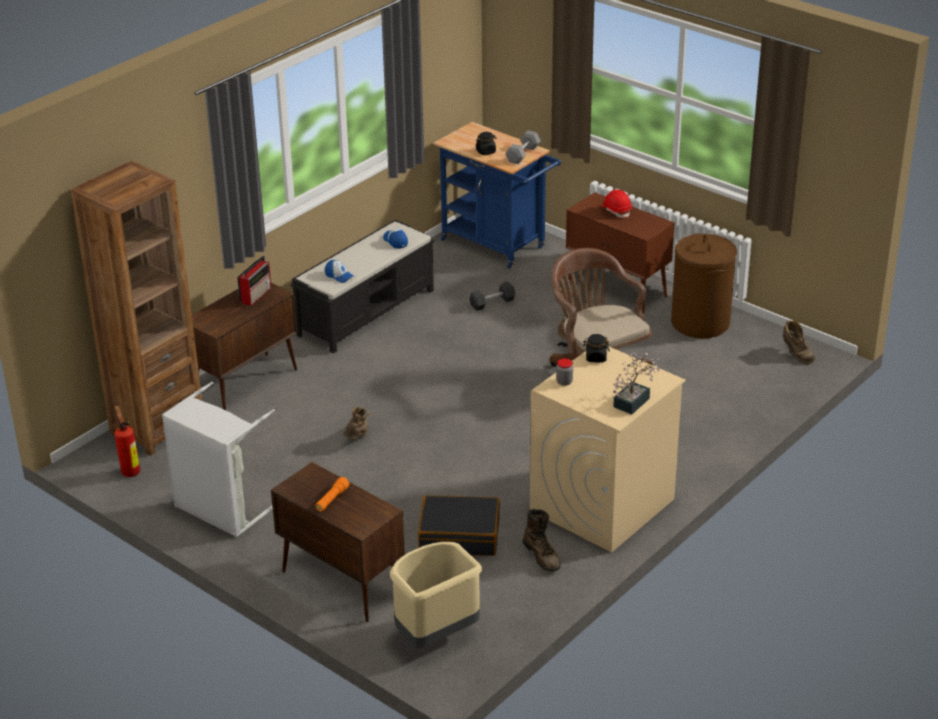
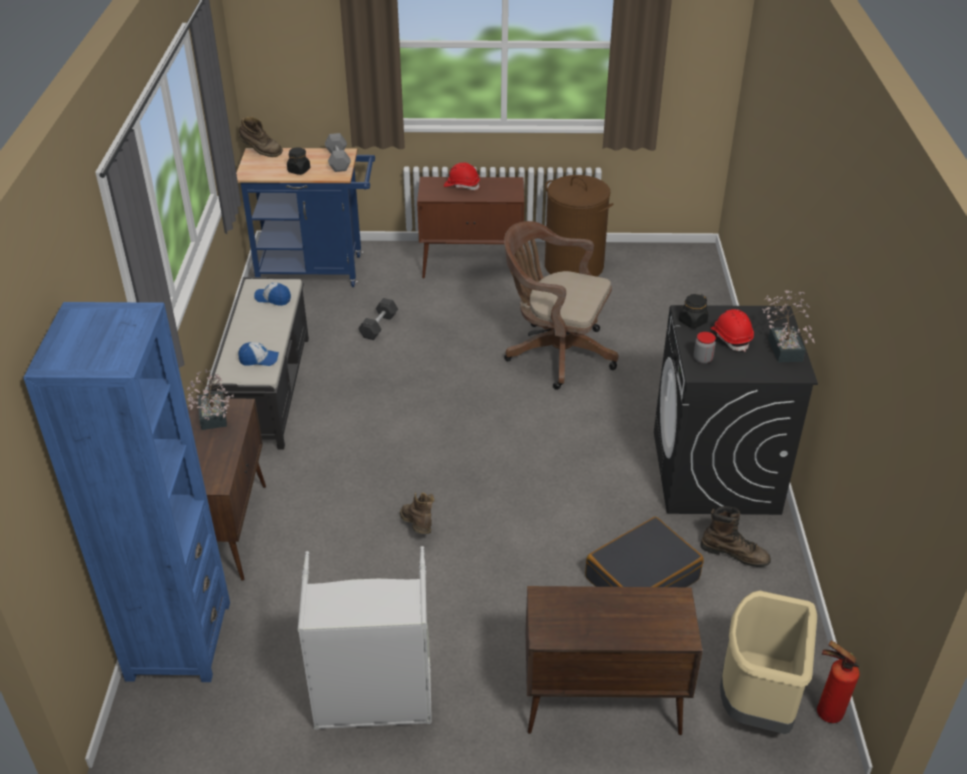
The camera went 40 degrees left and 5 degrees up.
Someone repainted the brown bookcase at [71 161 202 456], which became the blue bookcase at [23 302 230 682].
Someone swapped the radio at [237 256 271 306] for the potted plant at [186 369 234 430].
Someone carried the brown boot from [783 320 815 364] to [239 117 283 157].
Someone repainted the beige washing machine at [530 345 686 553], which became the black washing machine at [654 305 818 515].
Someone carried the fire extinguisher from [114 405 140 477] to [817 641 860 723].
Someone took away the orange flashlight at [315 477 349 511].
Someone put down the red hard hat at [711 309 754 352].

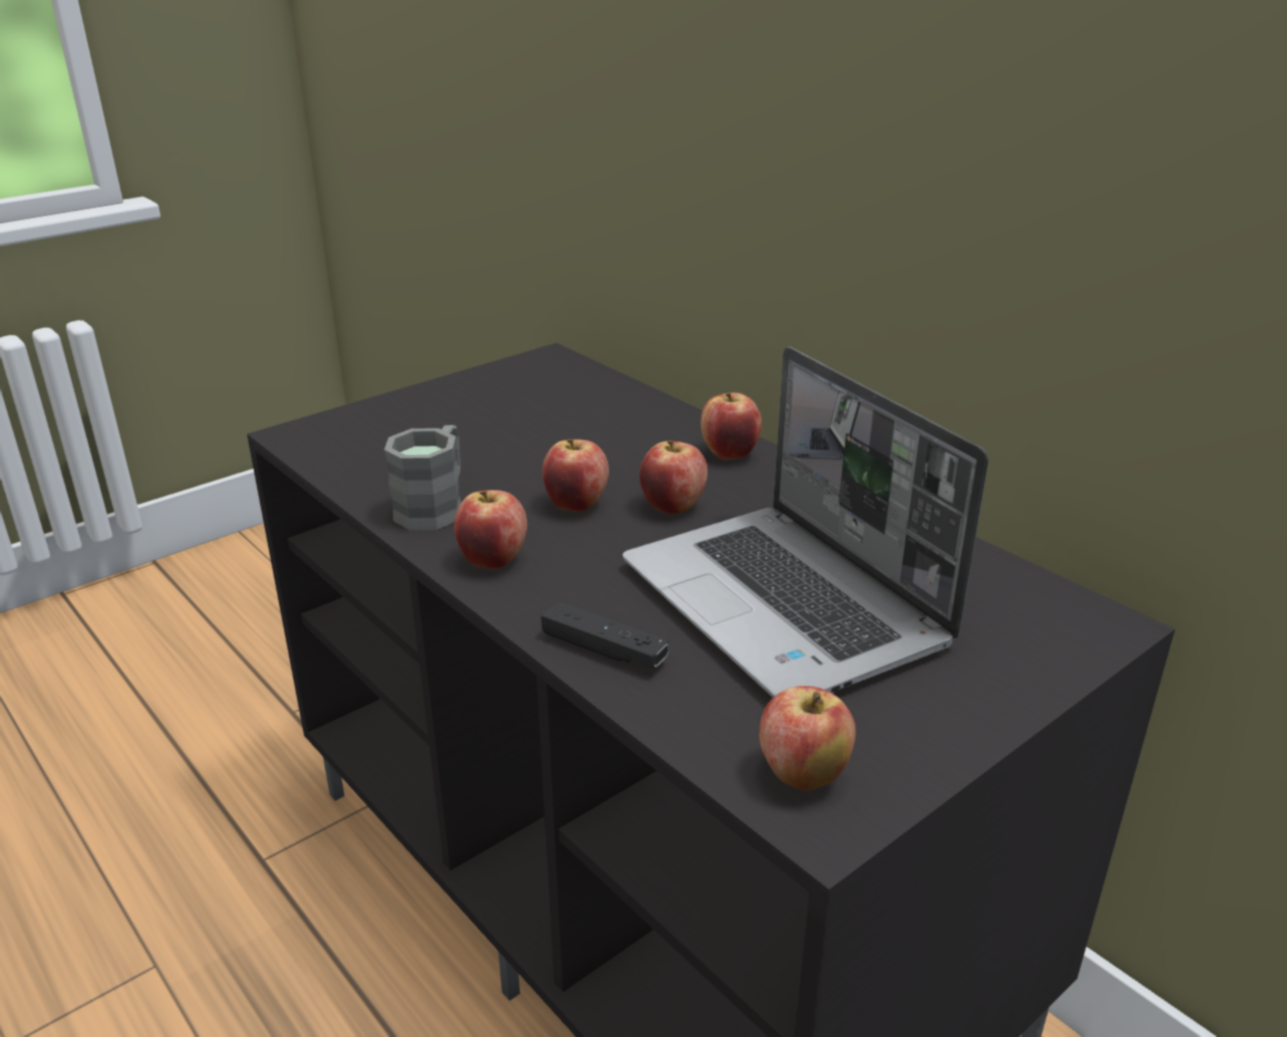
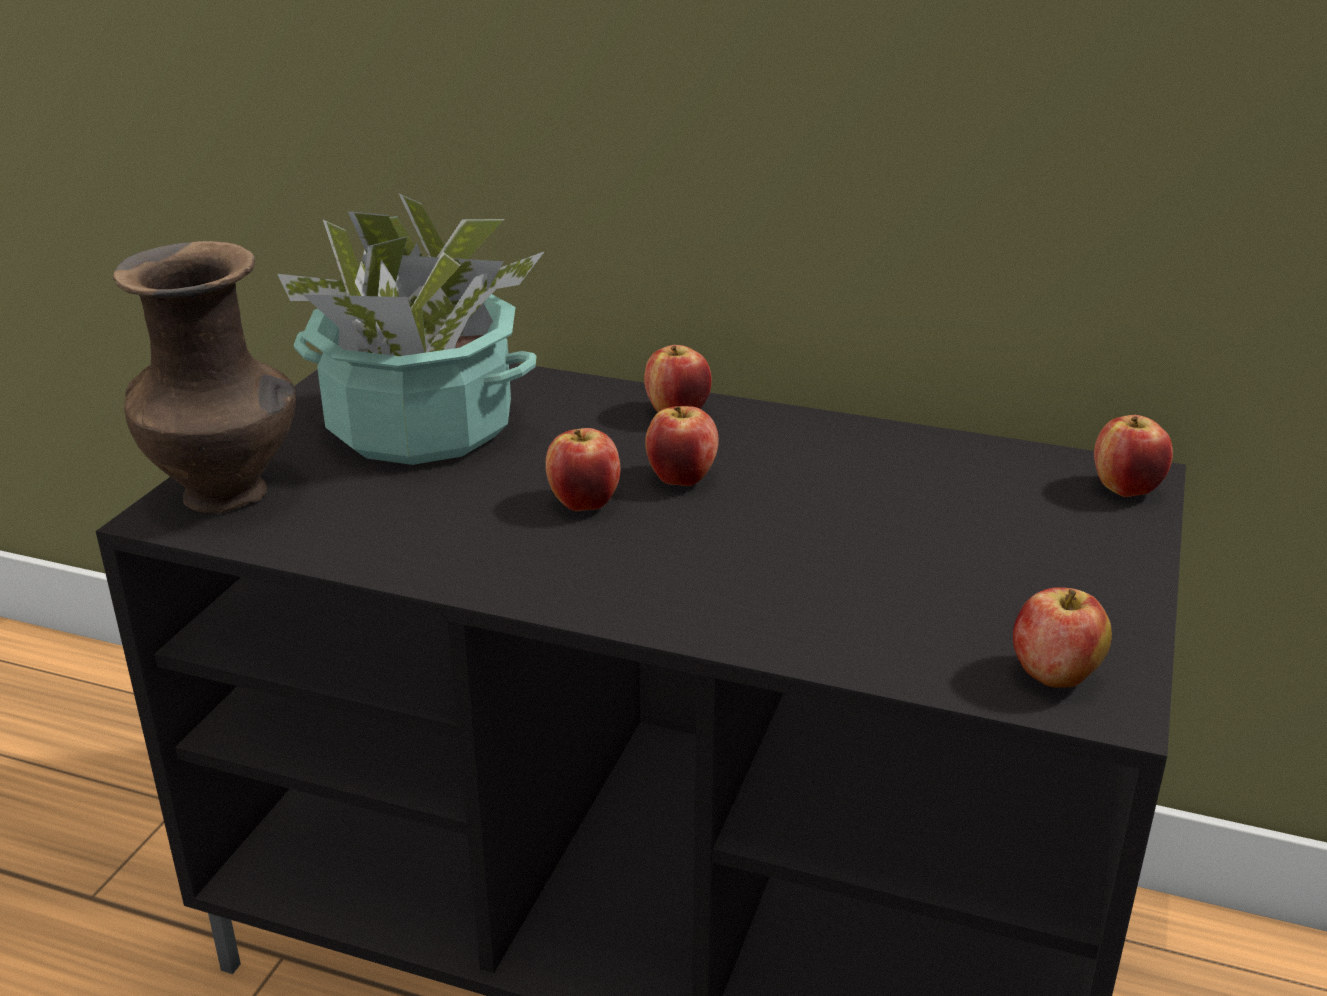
The camera went 30 degrees left and 0 degrees up.
Someone took away the laptop at [623 347 988 697].
Someone took away the grey mug at [384 425 461 530].
Someone carried the apple from [454 490 527 569] to [1094 415 1173 497].
Someone took away the black game controller at [541 601 668 669].
Someone put down the potted plant at [278 194 545 465].
Someone put down the brown vase at [113 241 296 513].

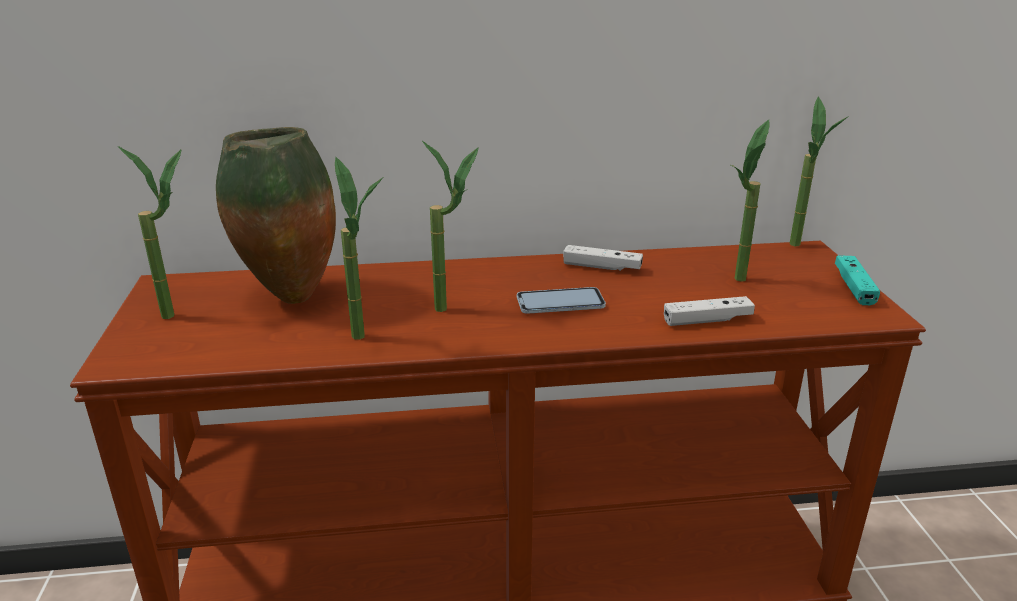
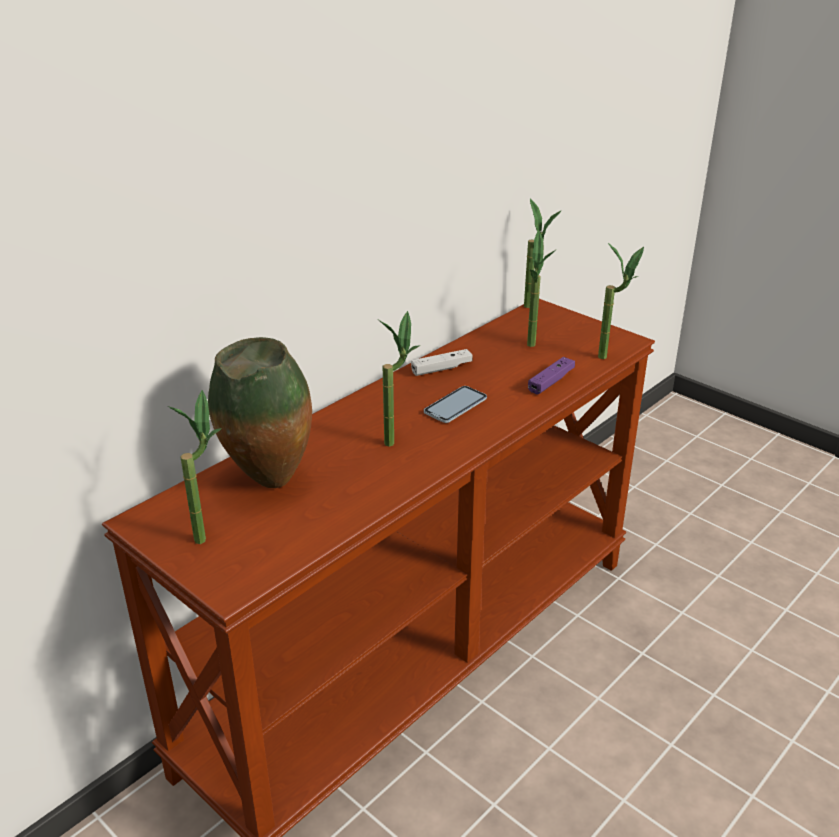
The camera went 40 degrees left and 5 degrees up.
Someone carried the potted plant from [335 157 383 340] to [598 242 644 359].
Someone took away the turquoise game controller at [835 255 880 305].
Someone repainted the white game controller at [664 296 755 326], which became the purple game controller at [528 357 575 394].

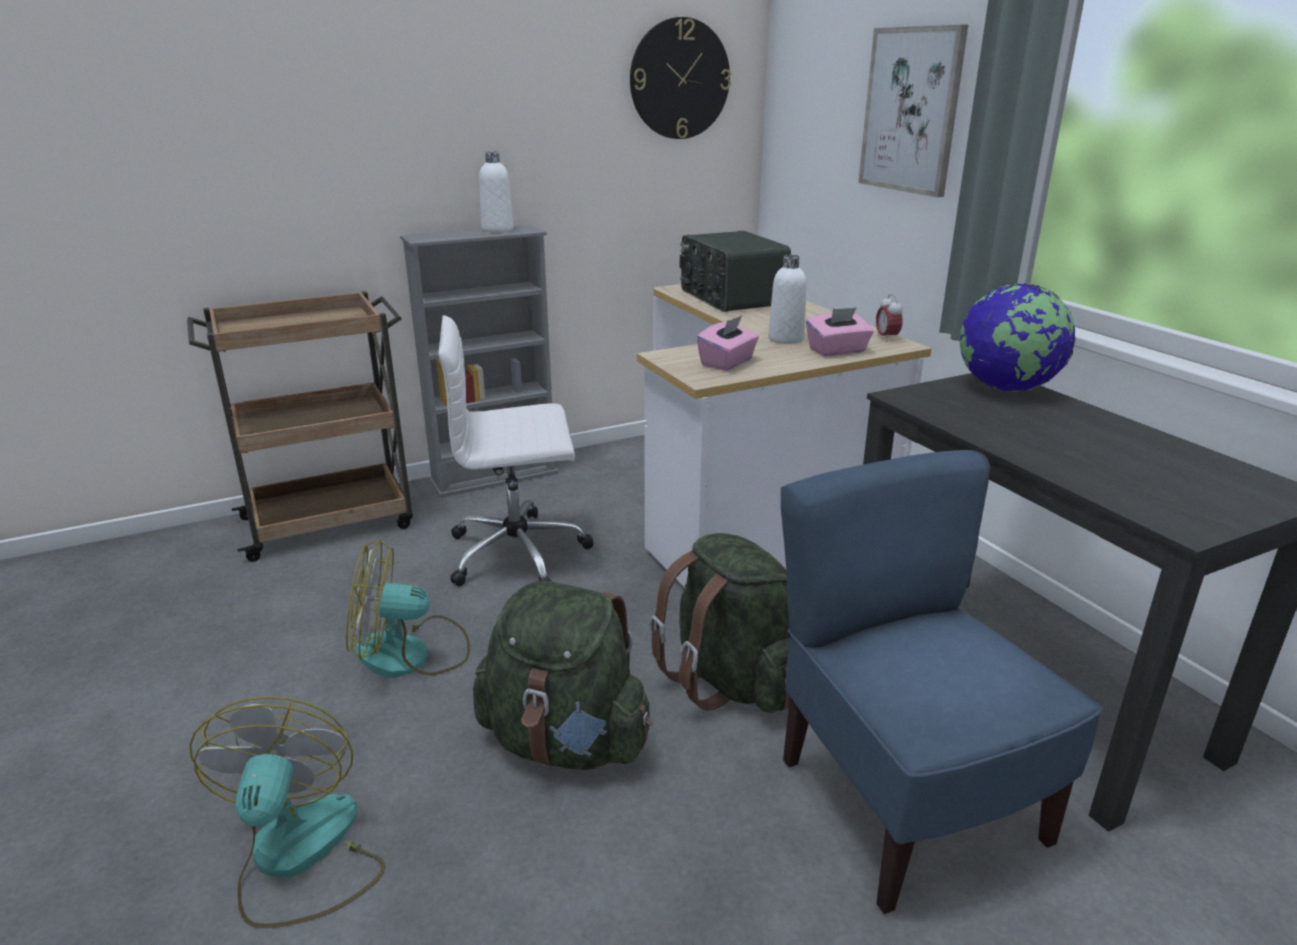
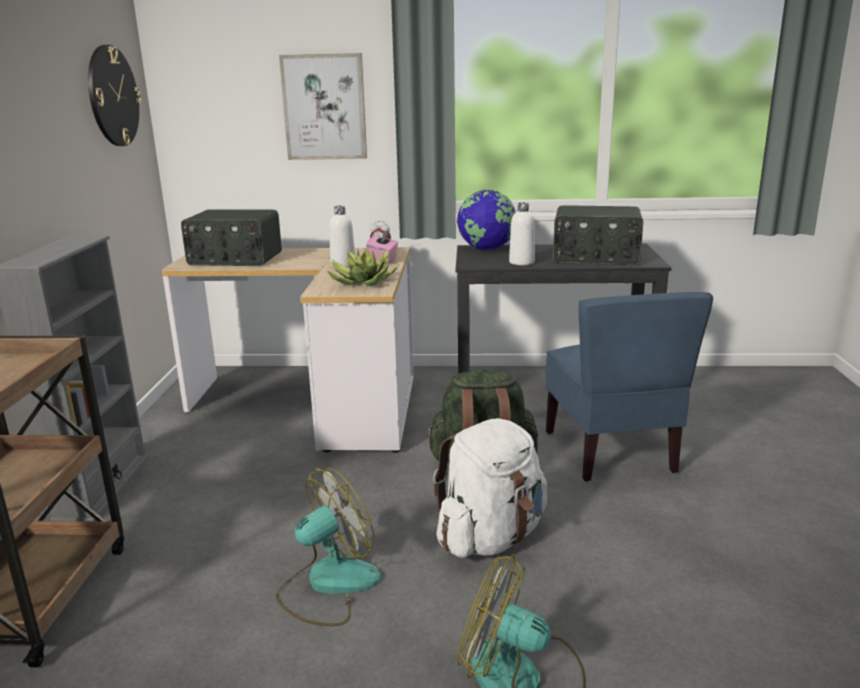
The camera went 60 degrees left and 5 degrees down.
Someone carried the white bottle from [479 152 513 233] to [509 202 535 265].
Someone took away the white office chair at [438 315 594 587].
Someone swapped the pink tissue box at [697 315 759 371] for the potted plant at [327 249 398 286].
Someone rotated the blue chair at [781 450 1103 914] by 105 degrees counterclockwise.
Someone rotated the fan at [346 540 470 678] by 150 degrees counterclockwise.
Someone repainted the green backpack at [473 581 652 770], which became the white backpack at [433 418 547 558].
Someone put down the radio at [553 205 643 265].

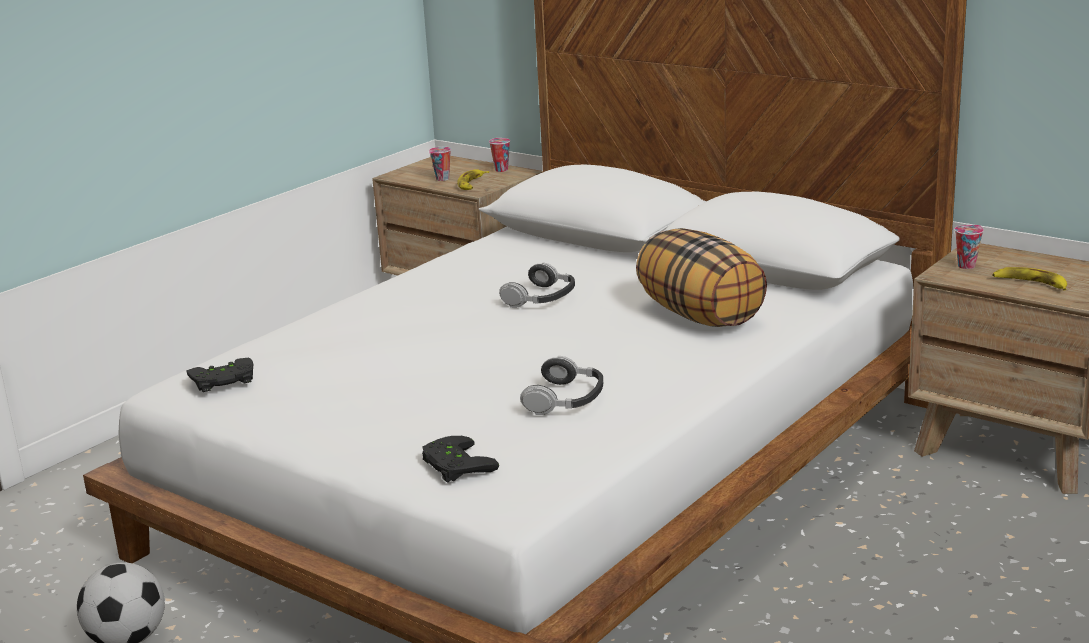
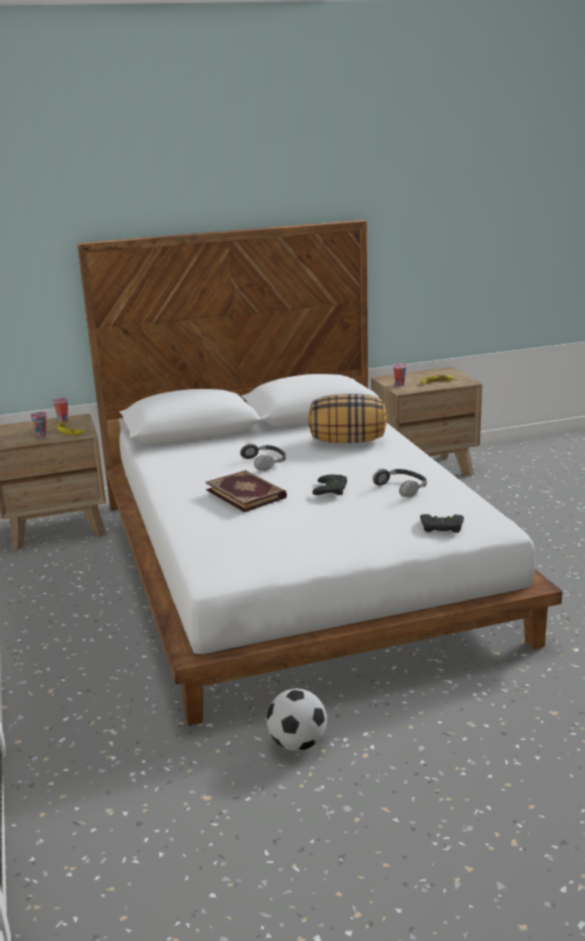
The camera went 55 degrees left and 0 degrees up.
Someone carried the black game controller from [186 358 253 392] to [312 475 347 495].
Someone put down the book at [205 470 287 512].

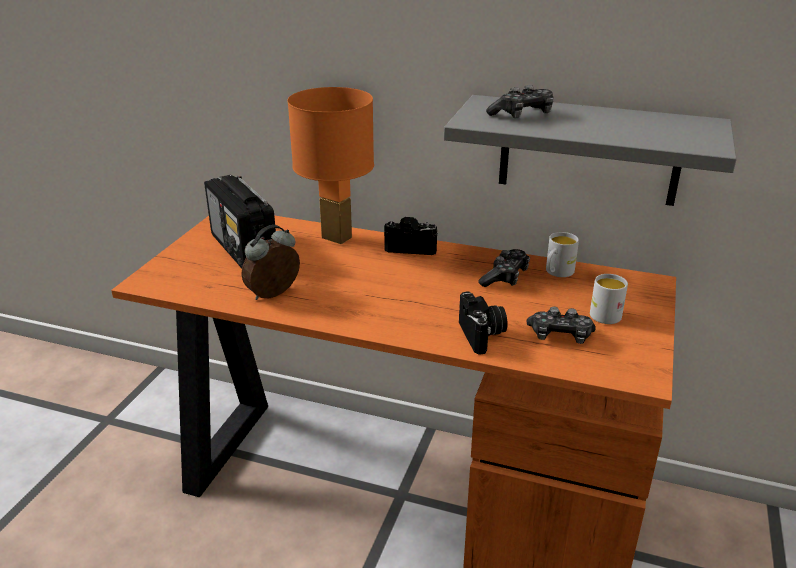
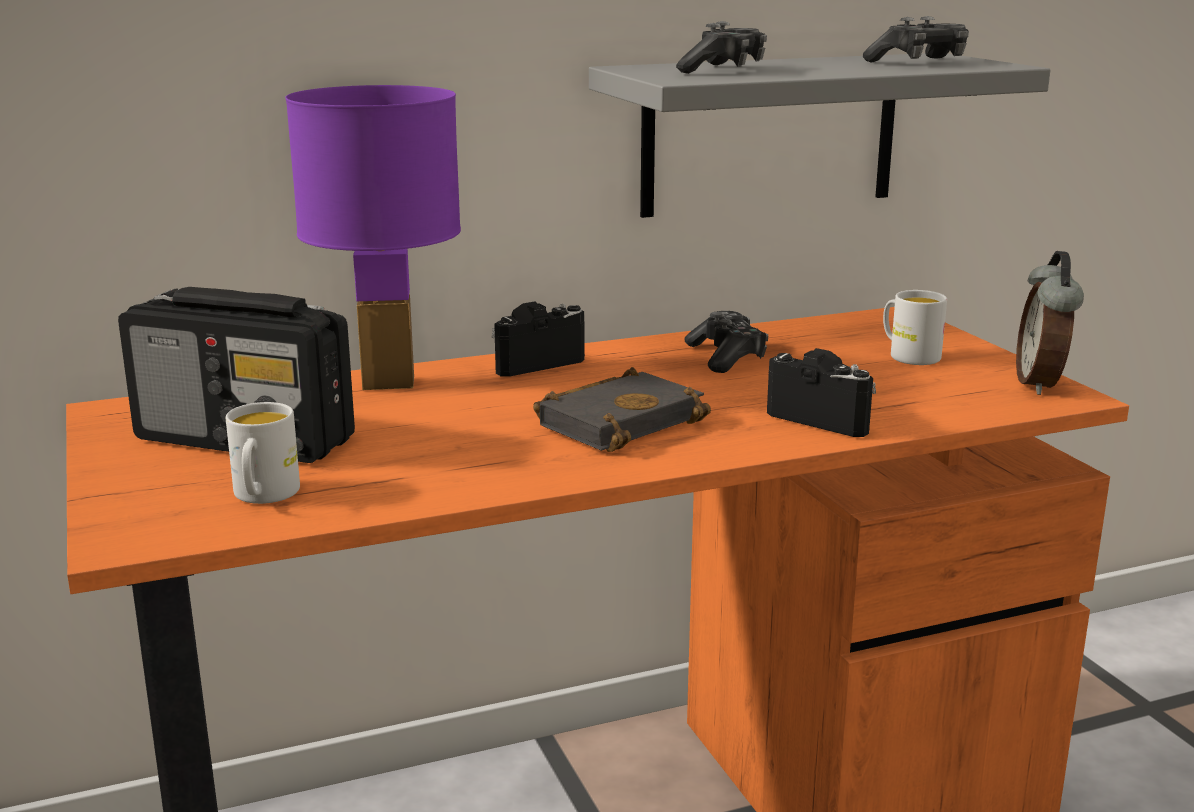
The camera went 40 degrees left and 10 degrees down.
Someone repainted the orange table lamp at [287 87 374 244], which became the purple table lamp at [285 85 461 390].
Someone carried the alarm clock from [241 225 300 300] to [1016 251 1084 395].
Someone carried the white mug from [546 232 579 277] to [226 402 300 504].
Someone carried the game controller from [526 307 596 344] to [863 16 969 63].
Someone put down the black book at [533 367 711 452].

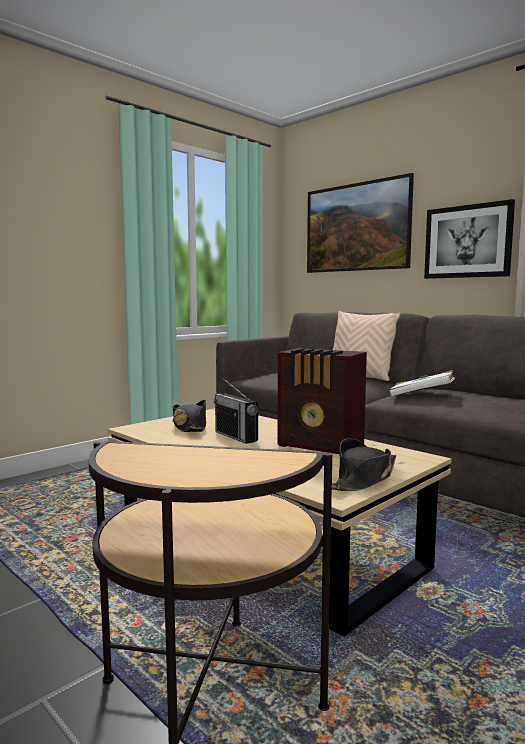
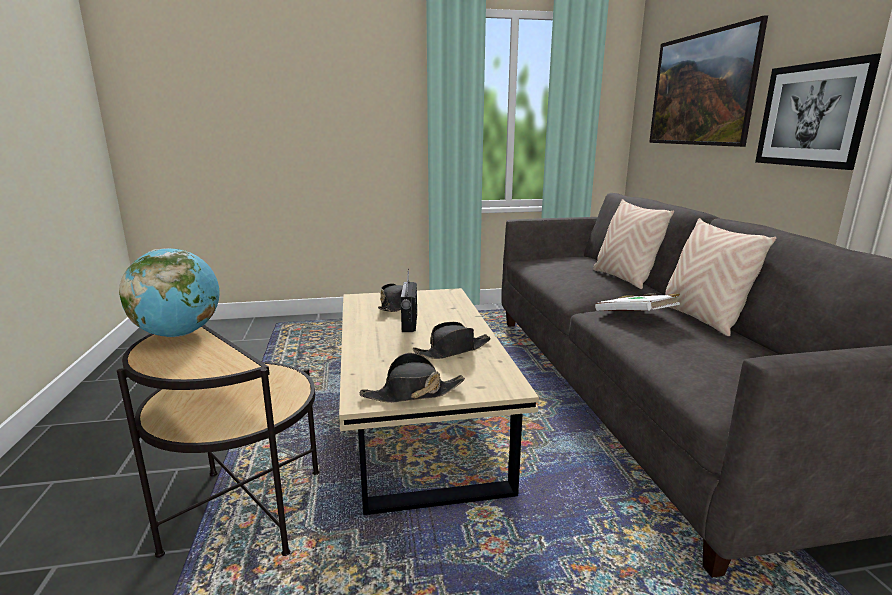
The camera went 35 degrees right and 10 degrees up.
Someone swapped the radio at [277 348 367 456] for the black hat at [413 322 491 359].
Someone put down the beige pillow at [665 218 776 336].
Someone put down the globe at [119 248 219 337].

